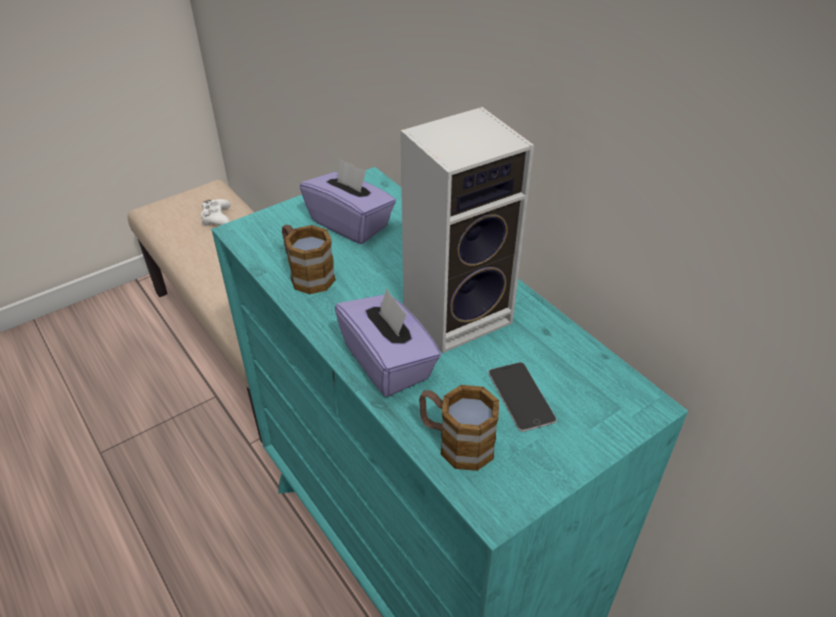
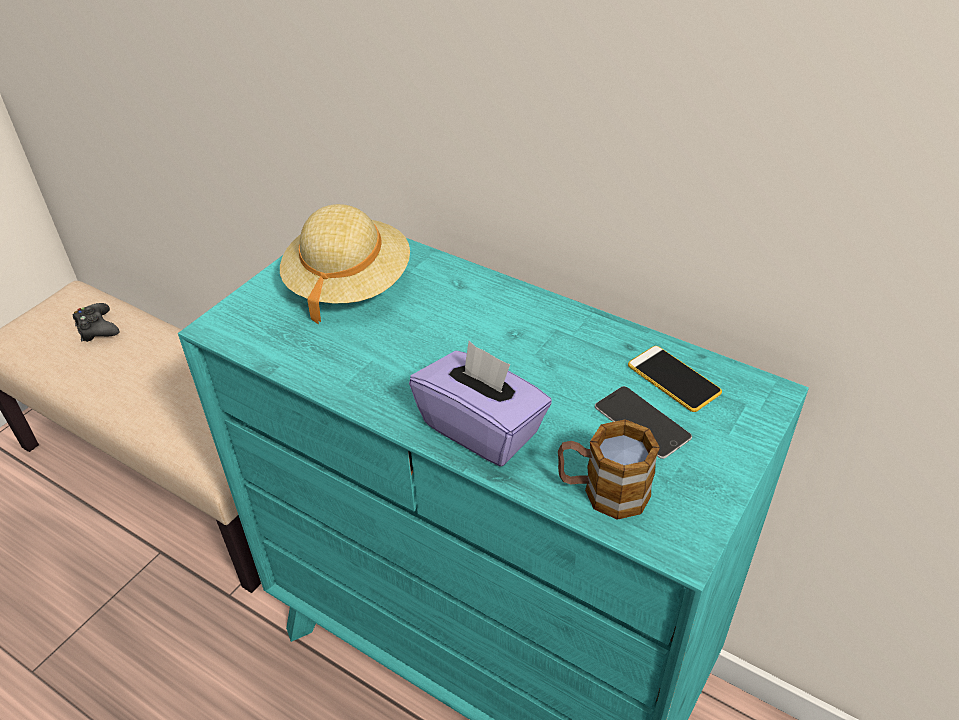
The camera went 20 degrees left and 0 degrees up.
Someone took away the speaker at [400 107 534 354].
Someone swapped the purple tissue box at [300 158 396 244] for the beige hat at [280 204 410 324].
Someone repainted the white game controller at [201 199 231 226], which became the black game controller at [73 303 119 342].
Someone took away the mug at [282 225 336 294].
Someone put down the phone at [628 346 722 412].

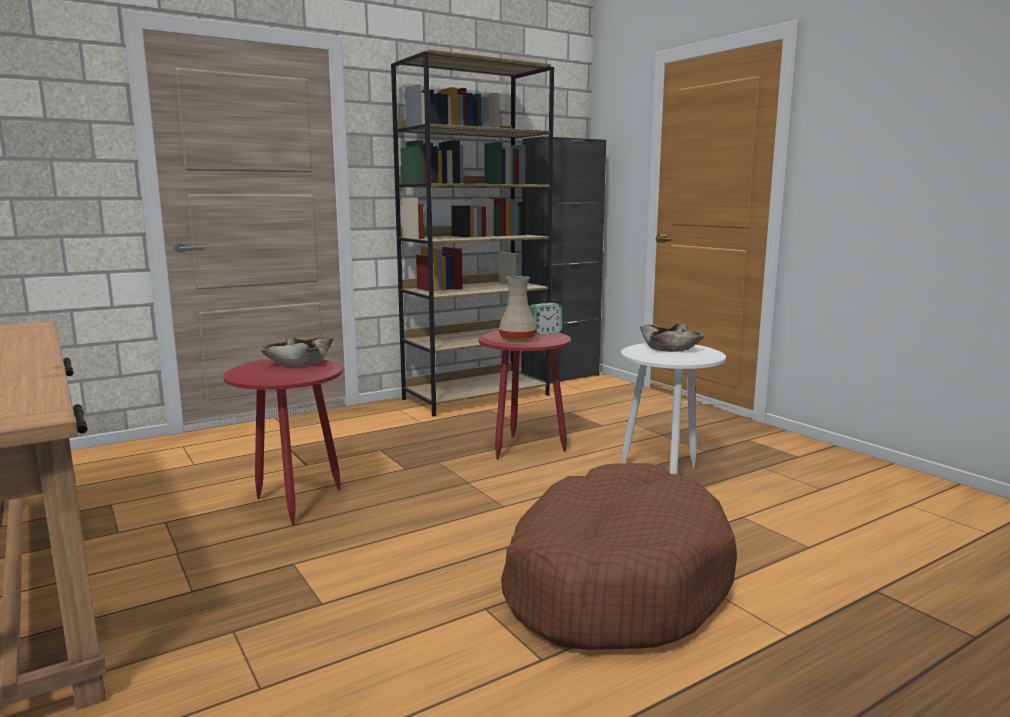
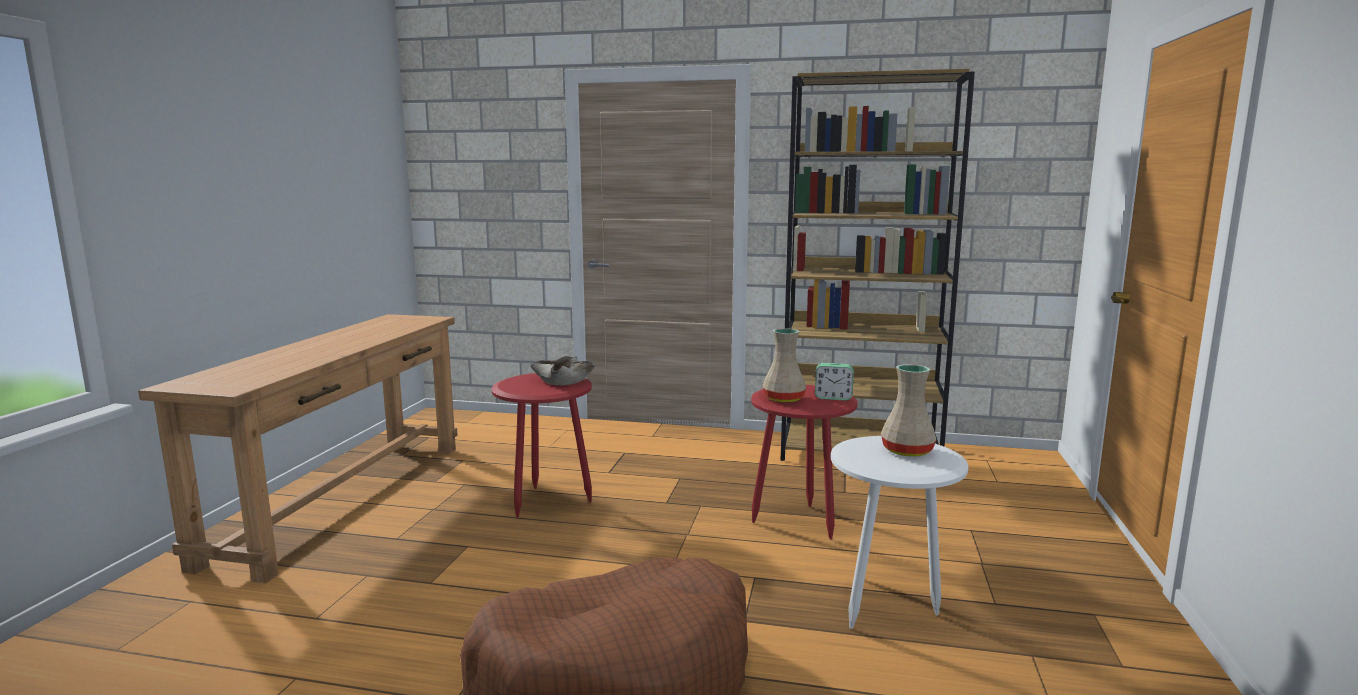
The camera went 45 degrees right and 0 degrees up.
Someone took away the black cabinet at [521 136 606 383].
Someone swapped the beige bowl at [640 323 704 352] for the beige vase at [881 364 936 457].

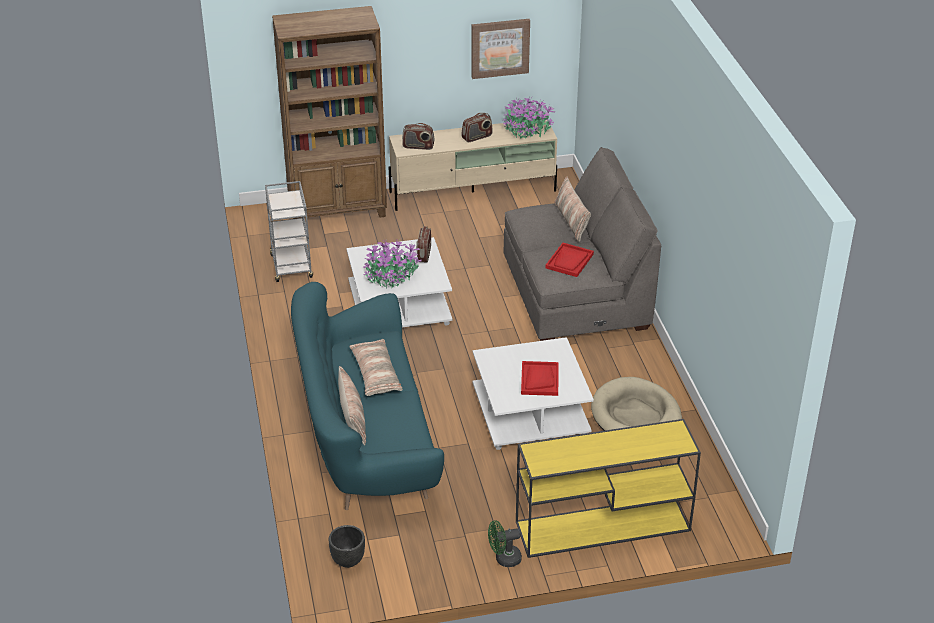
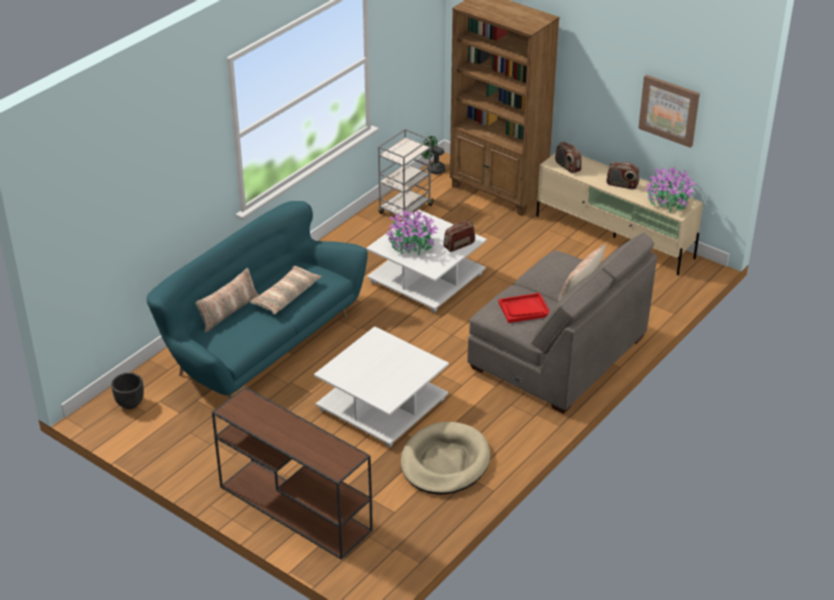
The camera went 50 degrees right and 0 degrees up.
Someone took away the red tray at [521 361 559 396].
Someone repainted the yellow console table at [516 419 701 558], which became the brown console table at [212 387 373 560].
Someone carried the green fan from [488 520 522 567] to [422 136 445 174].

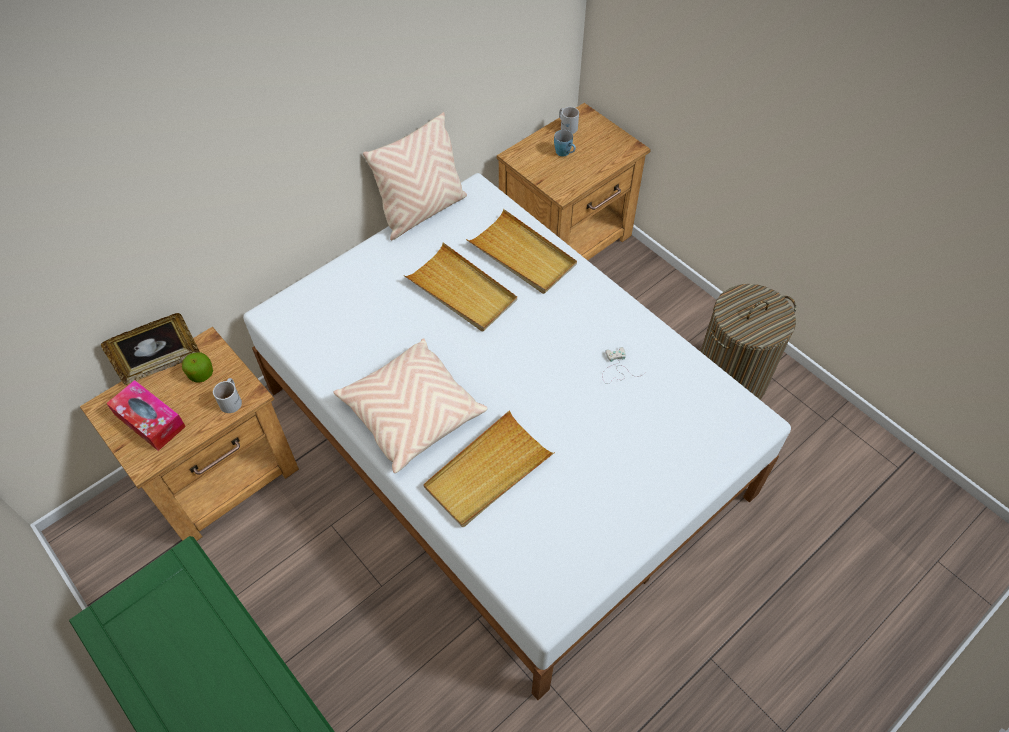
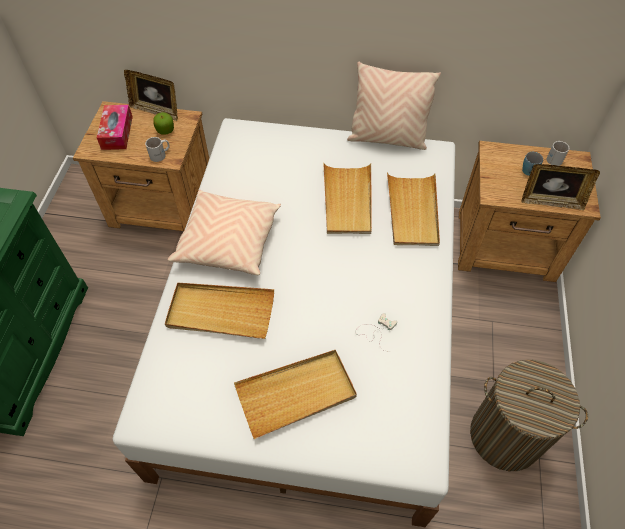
The camera went 50 degrees right and 0 degrees up.
Someone put down the picture frame at [521 164 600 210].
Someone put down the beige tray at [234 350 357 439].

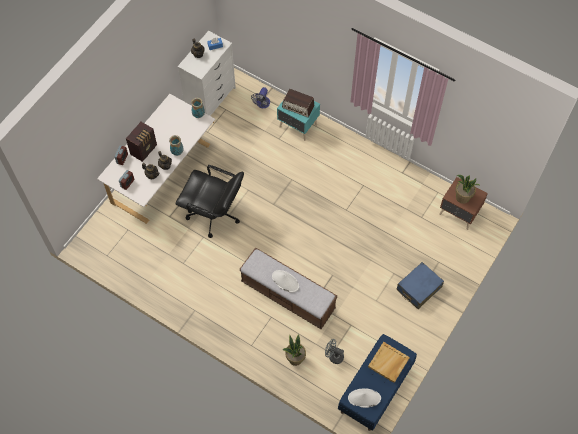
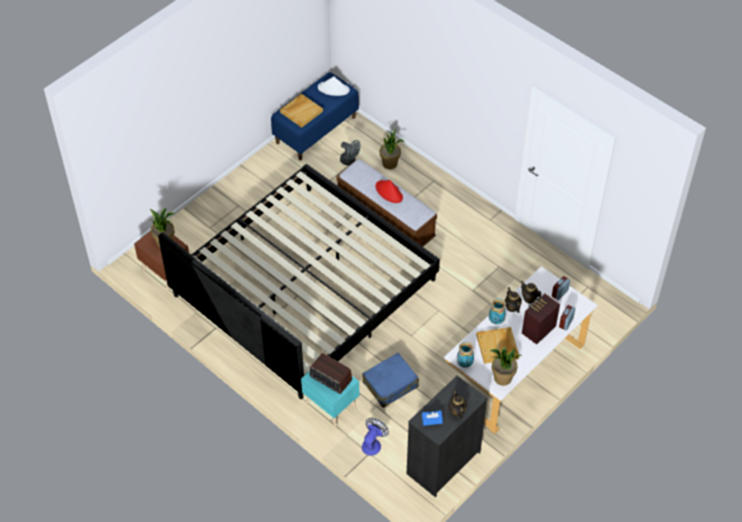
The camera went 170 degrees left and 10 degrees down.
Someone repainted the white dresser at [178 31 236 116], which became the black dresser at [407 376 488 497].
Someone took away the black office chair at [176 165 244 238].
Someone carried the blue suitcase from [396 262 444 309] to [362 353 419 408].
Someone repainted the white hat at [272 270 299 292], which became the red hat at [375 180 403 203].
Someone put down the bed at [158 164 440 399].
Someone put down the beige tray at [476 327 519 364].
Someone put down the potted plant at [490 347 522 386].

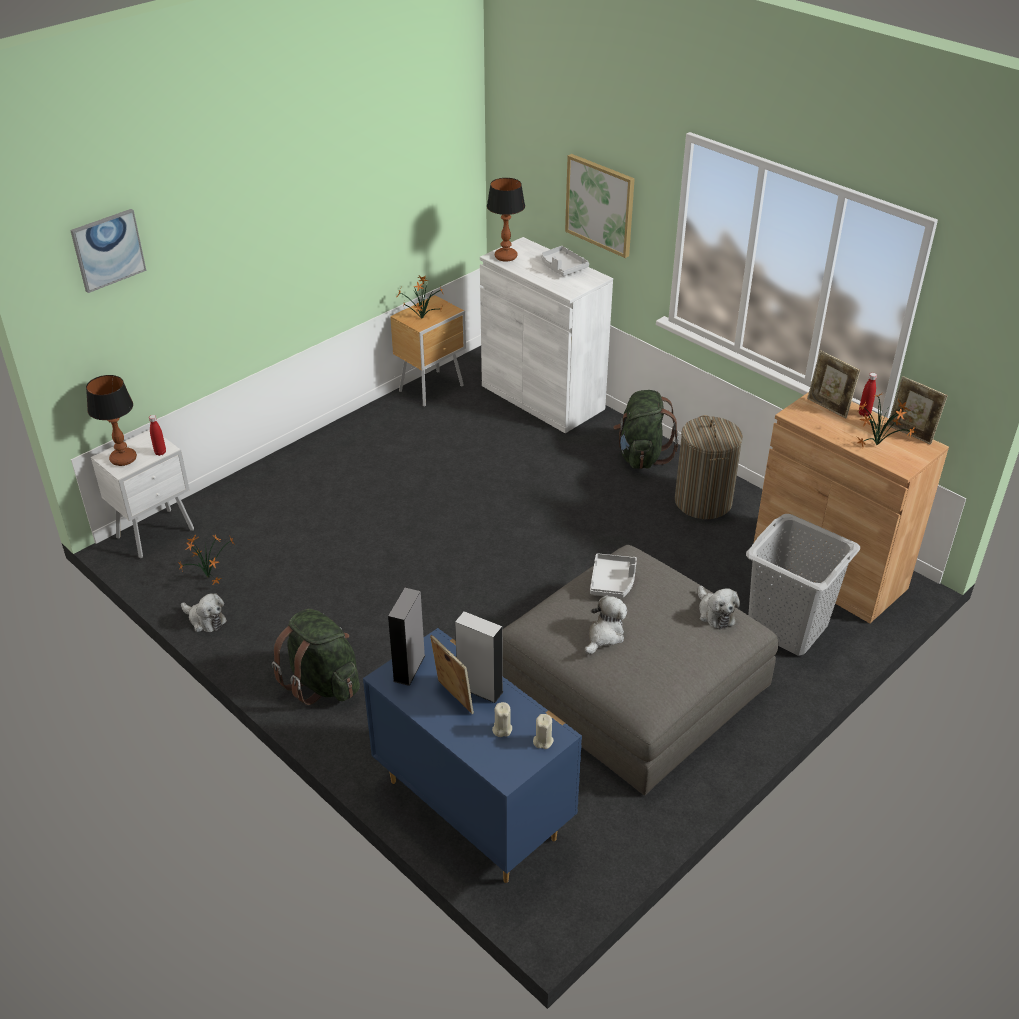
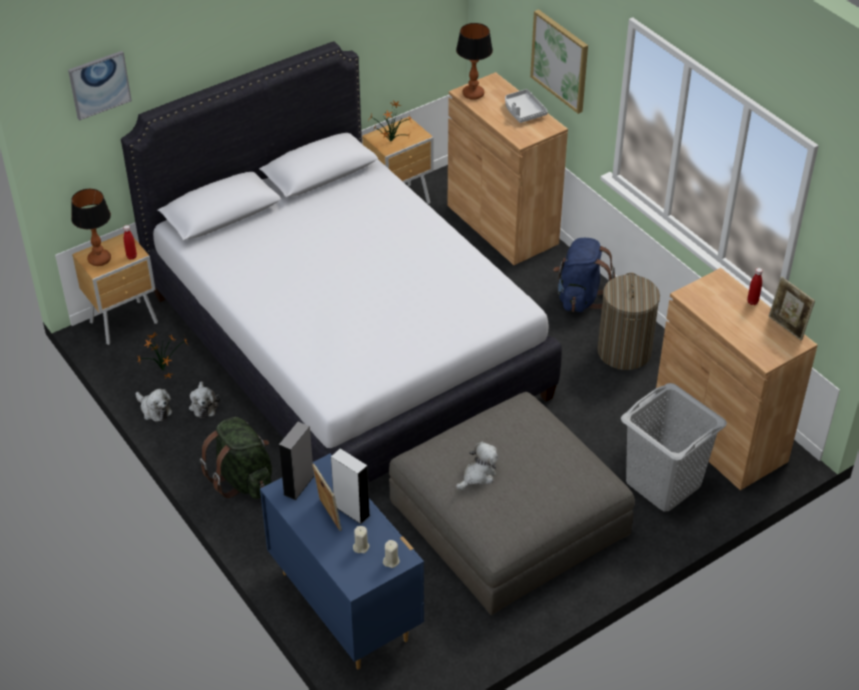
The camera went 10 degrees right and 5 degrees up.
Someone repainted the white cabinet at [480 237 613 433], which became the brown cabinet at [447 72 568 265].
Someone took away the picture frame at [807 351 860 419].
Someone repainted the green backpack at [613 390 679 469], which became the blue backpack at [553 238 615 312].
Someone took away the potted plant at [857 393 916 447].
Someone repainted the white nightstand at [91 430 194 558], which became the brown nightstand at [72 233 158 345].
Someone took away the grey tray at [590 553 637 598].
Someone carried the plush toy from [698 585 740 629] to [189 381 220 418].
Someone put down the white bed at [121 42 562 483].

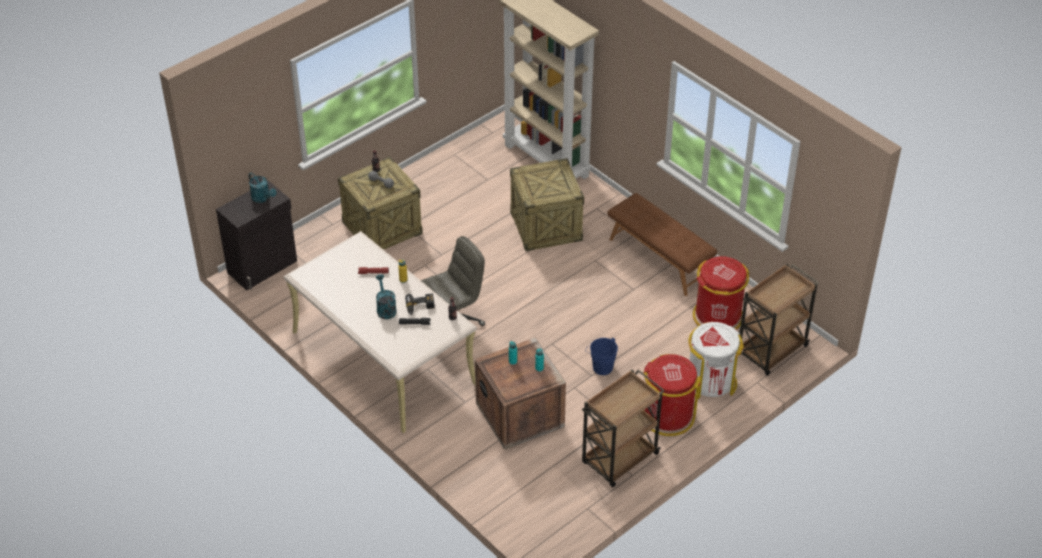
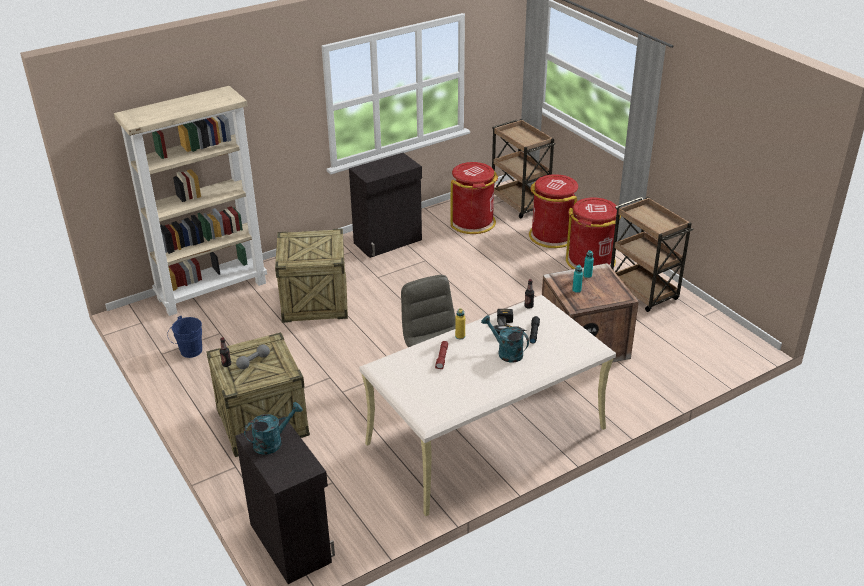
The camera went 80 degrees left and 10 degrees down.
Someone swapped the brown bench at [607 193 717 296] for the black cabinet at [349 153 422 258].
Someone rotated the turquoise watering can at [375 275 397 319] by 45 degrees clockwise.
Someone repainted the white trash can at [688 322 744 399], which became the red trash can at [529 174 578 248].
Someone carried the blue bucket from [585 337 618 375] to [167 316 202 358].

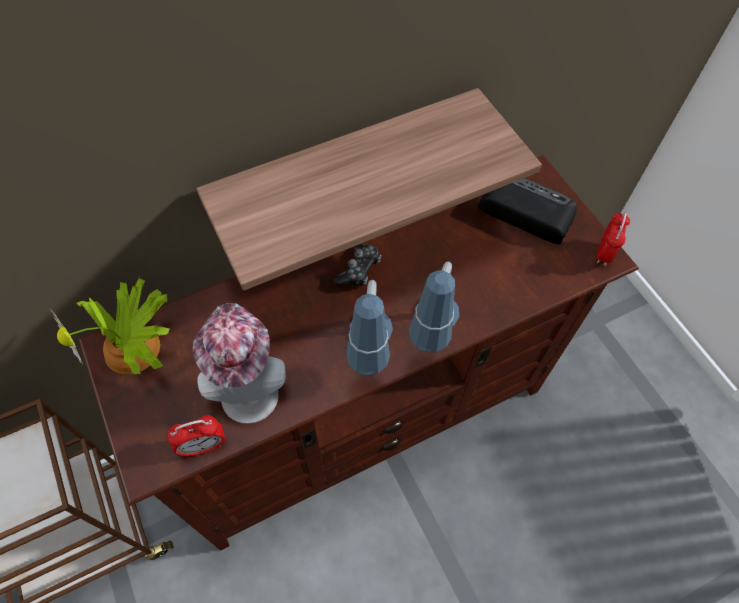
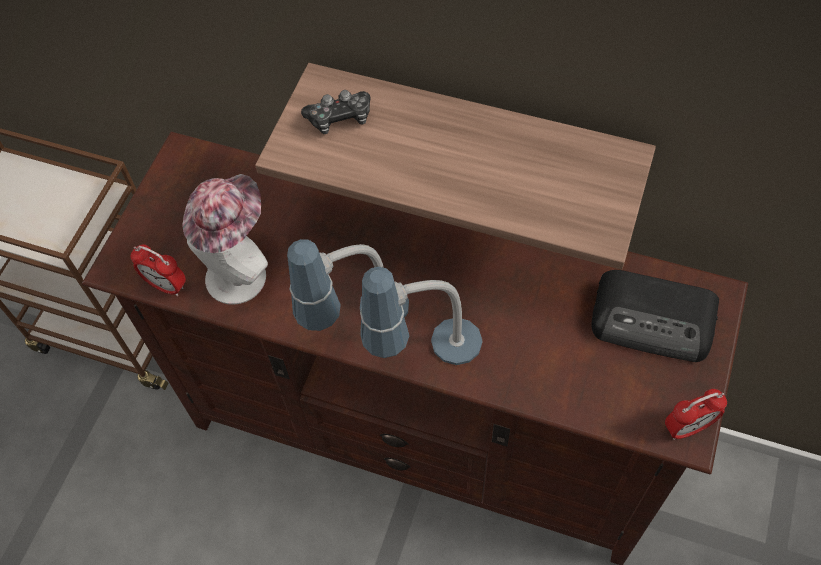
The camera went 50 degrees right and 0 degrees up.
Someone rotated the radio at [478 178 577 244] by 120 degrees clockwise.
Someone carried the game controller from [333 244 381 286] to [301 90 371 134].
Someone took away the potted plant at [49 276 170 375].

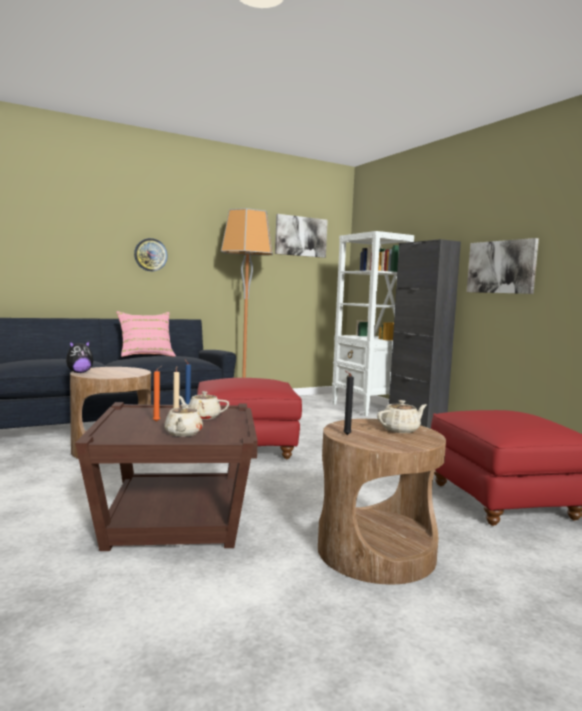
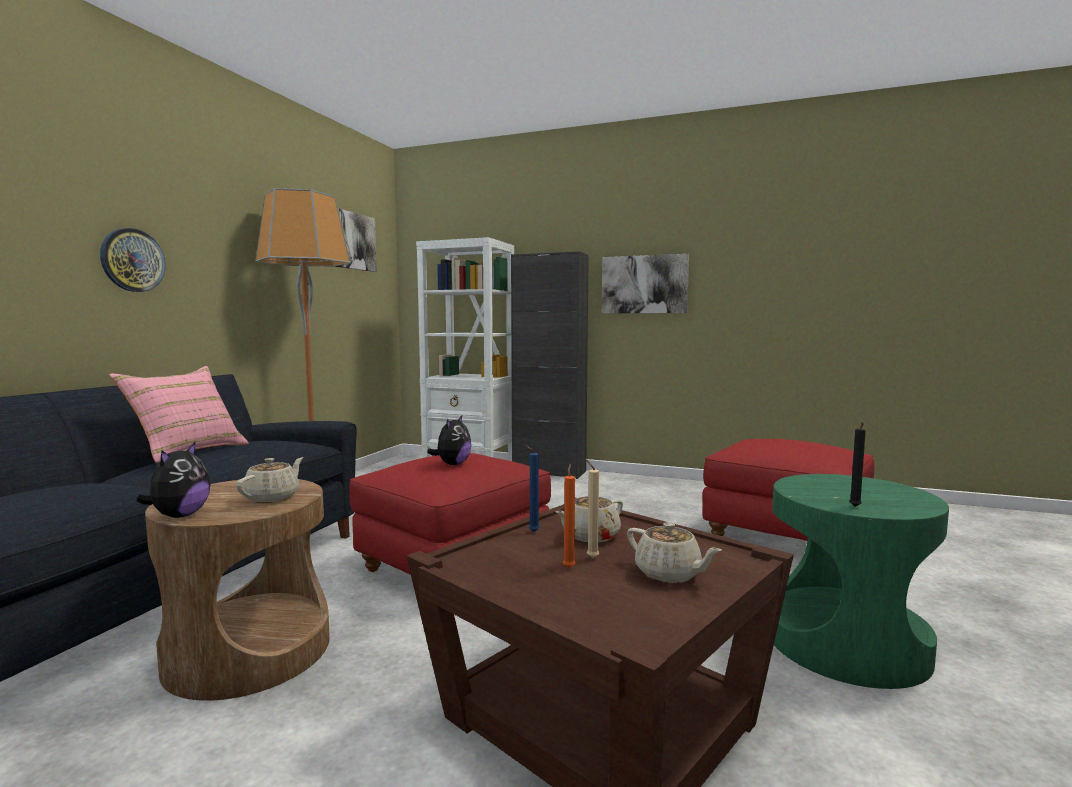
The camera went 40 degrees left and 0 degrees up.
Someone carried the beige teapot from [377 400 427 433] to [236 457 303 503].
Someone repainted the brown side table at [318 419 446 584], which became the green side table at [772 474 949 689].
Someone put down the plush toy at [427 415 471 465].

